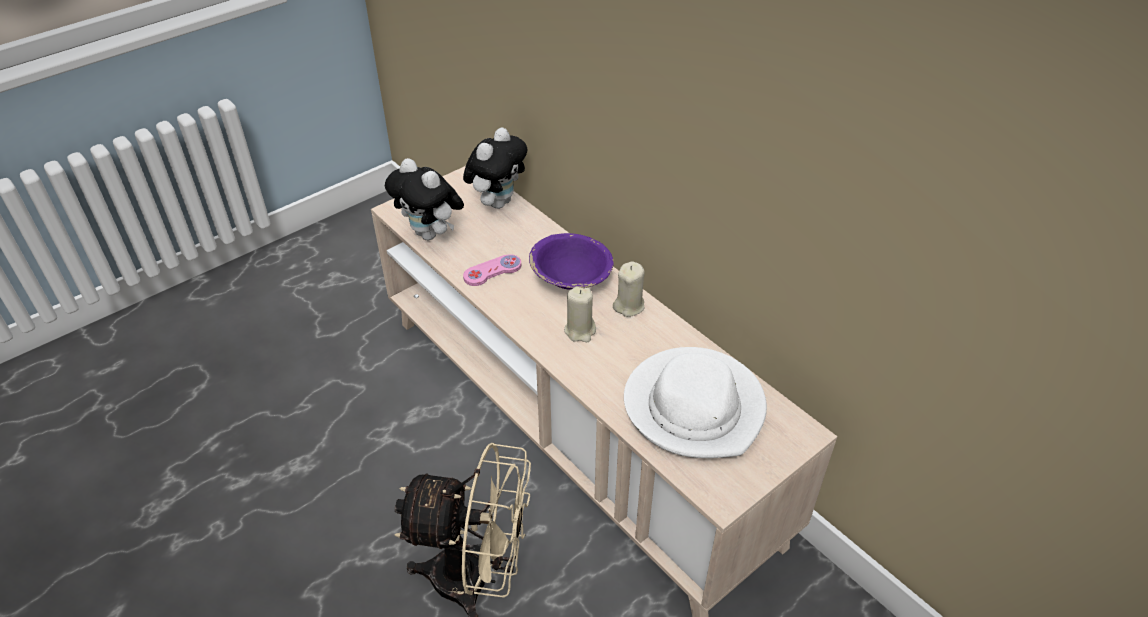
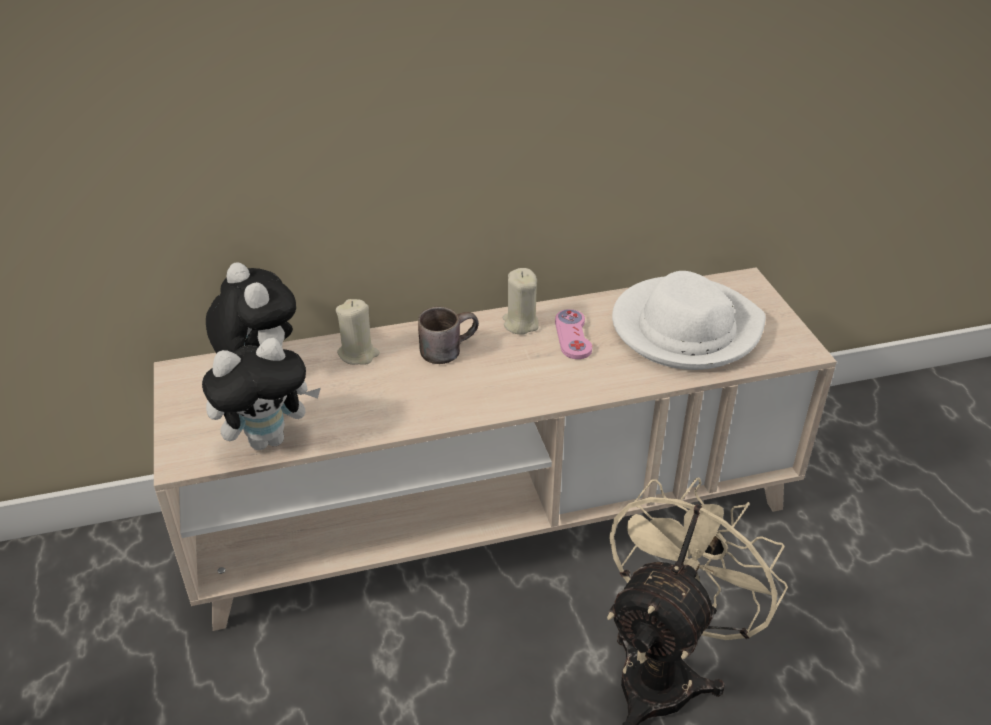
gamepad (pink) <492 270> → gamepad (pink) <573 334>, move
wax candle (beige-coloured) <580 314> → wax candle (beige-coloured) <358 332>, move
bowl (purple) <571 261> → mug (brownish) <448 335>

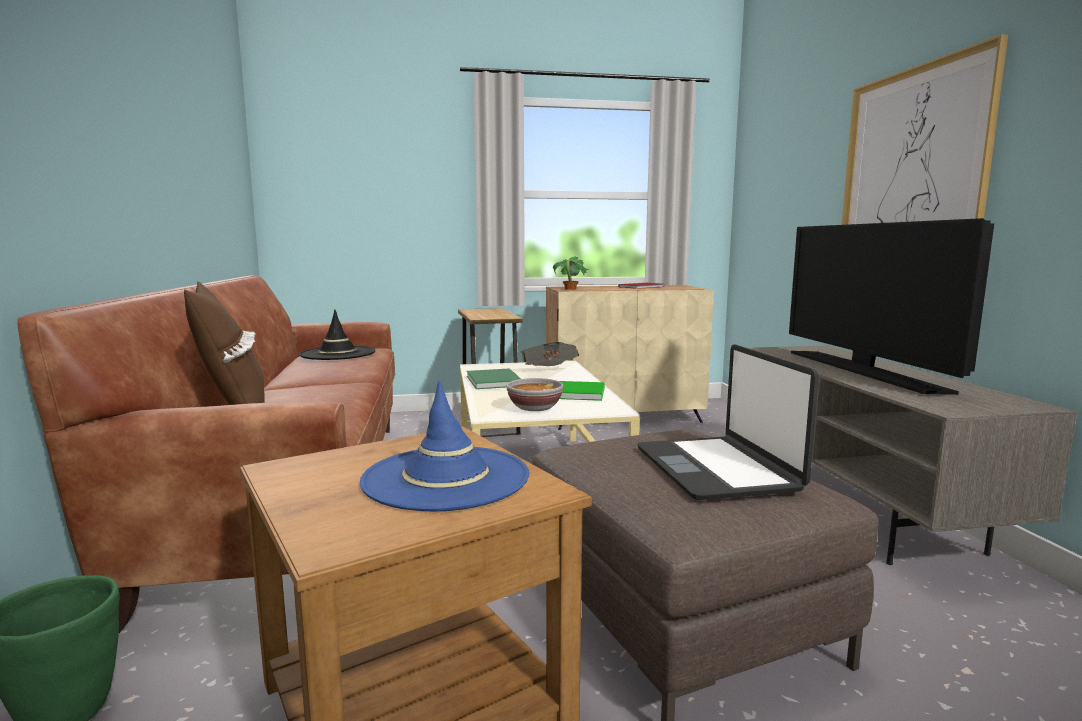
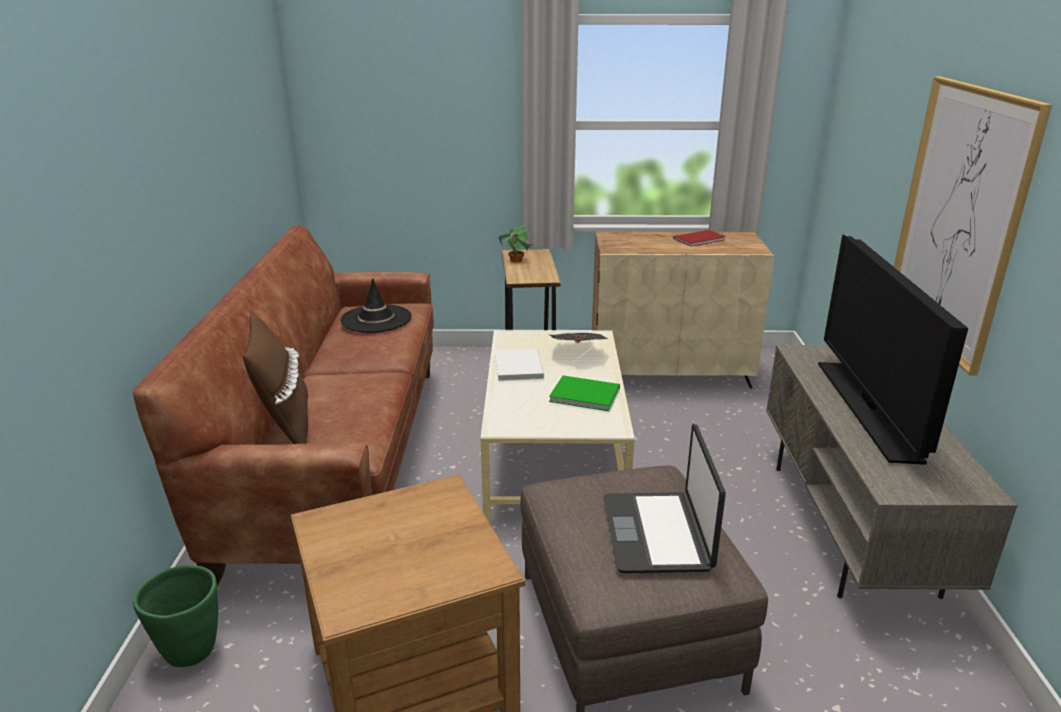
wearable hat (bluish) <444 445> → -
bowl <535 394> → -
plant in a pot <571 273> → plant in a pot <515 244>, move
volume (greenish) <494 378> → volume (white-coloured) <519 365>

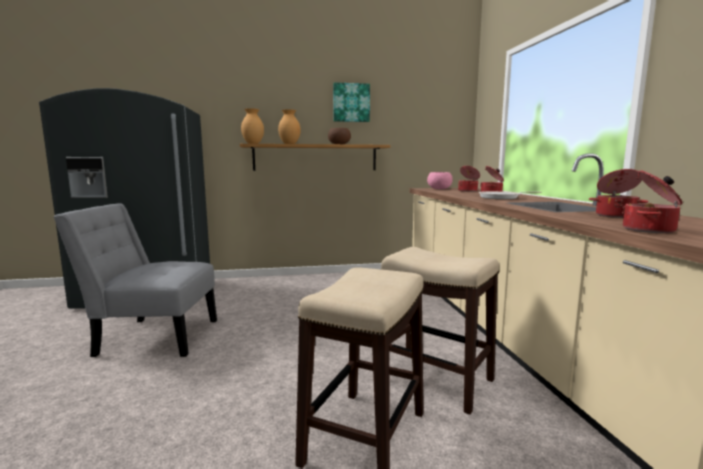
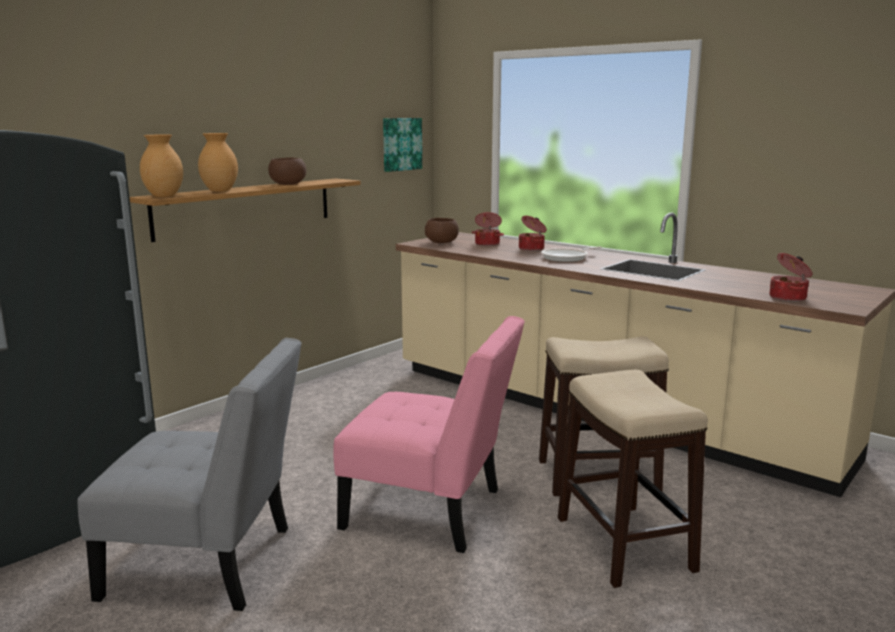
stockpot <619 193> → -
- → upright chair (pink) <429 434>
wall art <351 102> → wall art <402 145>, move
bowl (pink) <440 180> → bowl (brownish) <442 230>
upright chair (gray) <135 280> → upright chair (gray) <189 474>, 135 degrees counterclockwise

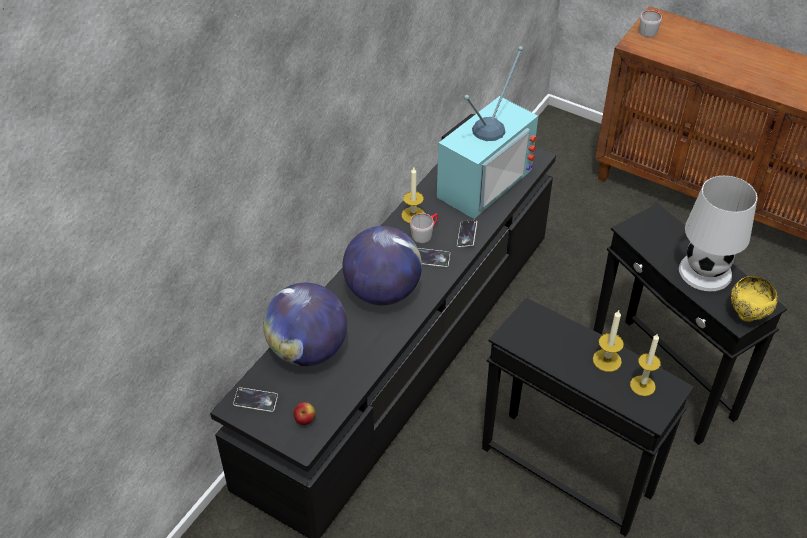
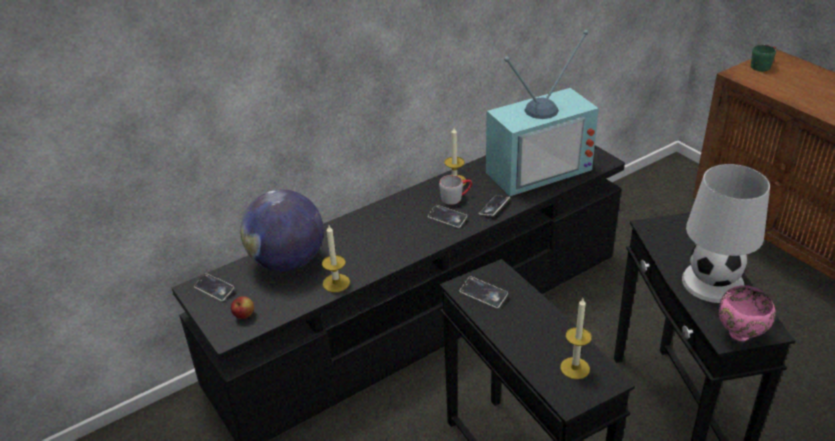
globe <382 265> → -
- → telephone <484 292>
wax candle <608 341> → wax candle <336 258>, move
mug (gray) <650 23> → mug (greenish) <763 58>
bowl (yellow-coloured) <754 299> → bowl (pink) <747 313>

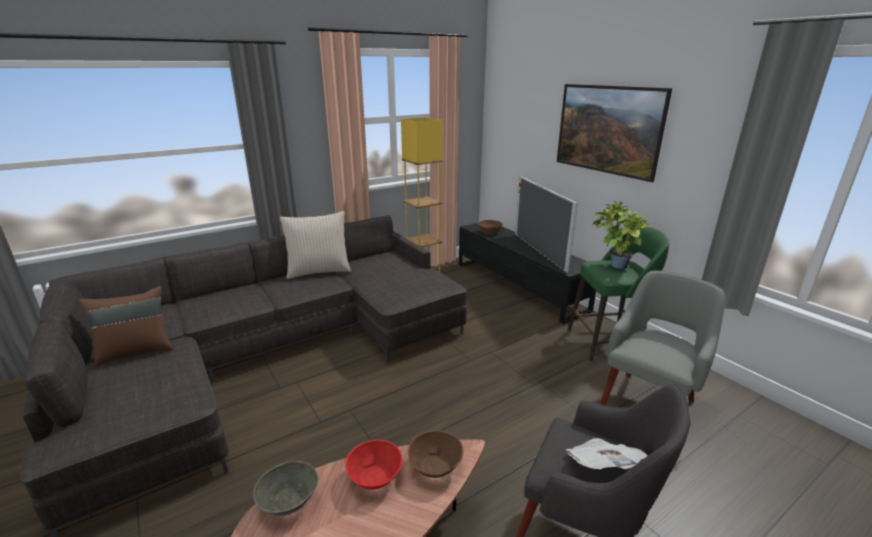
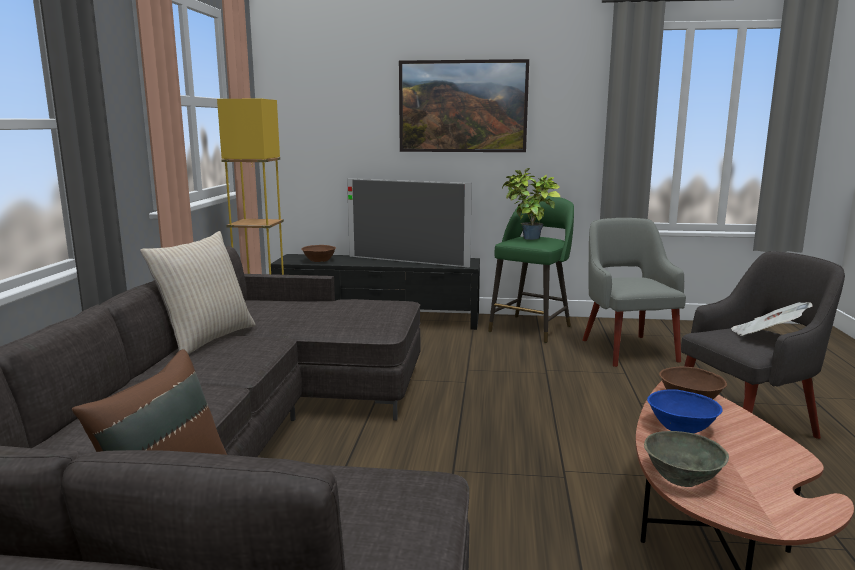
bowl (reddish) <374 465> → bowl (bluish) <685 411>

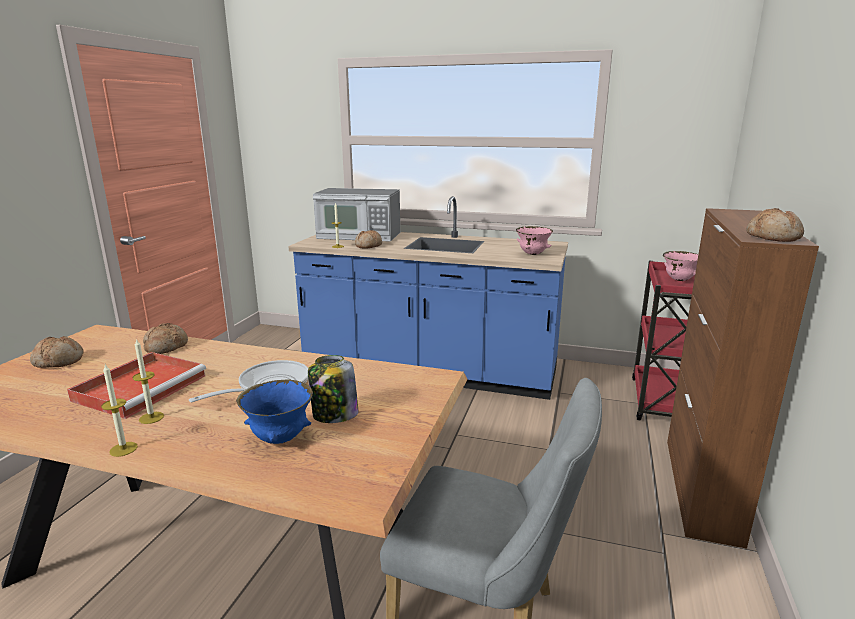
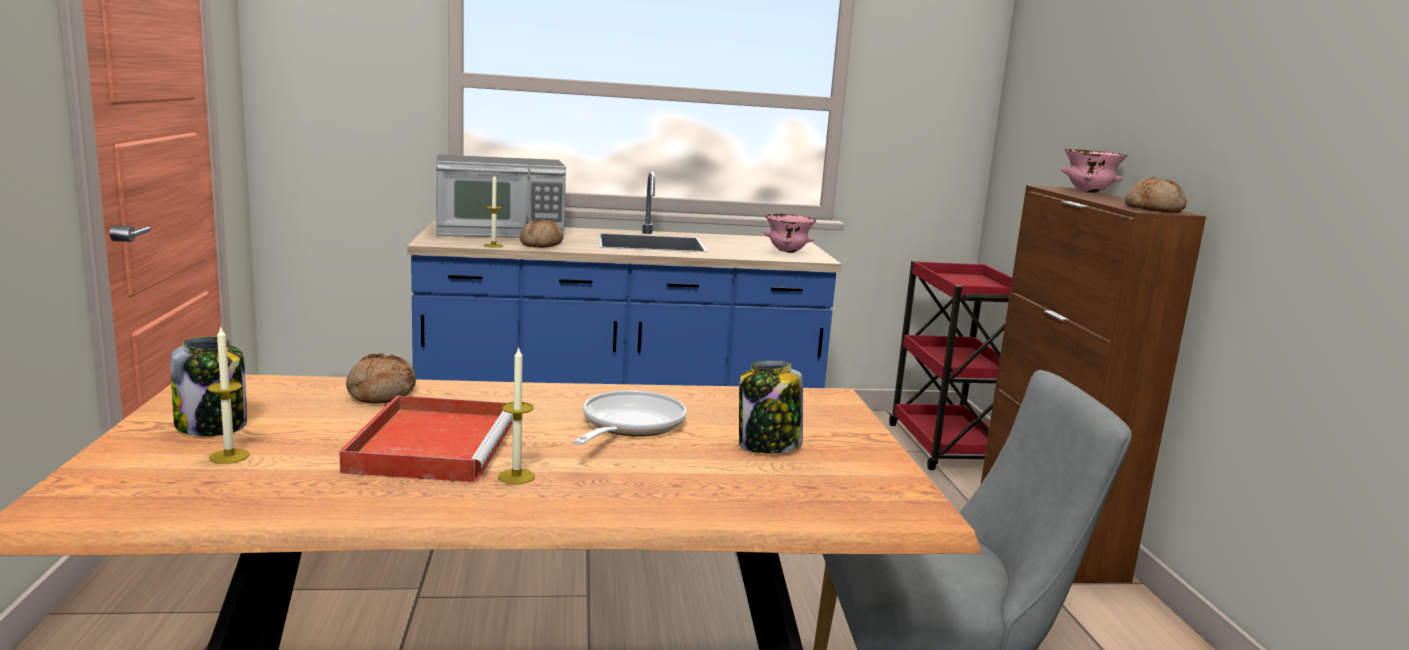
bowl (bluish) <274 411> → -
wax candle <119 410> → wax candle <228 395>, move
bowl (pink) <680 266> → bowl (pink) <1094 171>, move
baked bread <57 352> → storage jar <208 386>

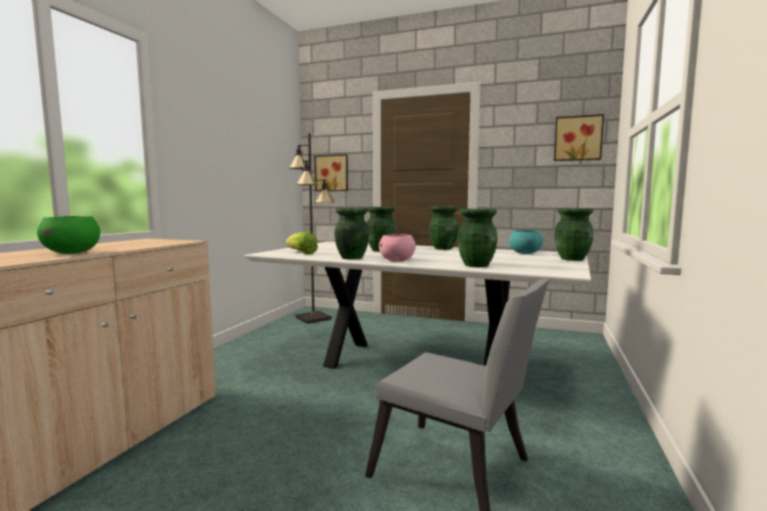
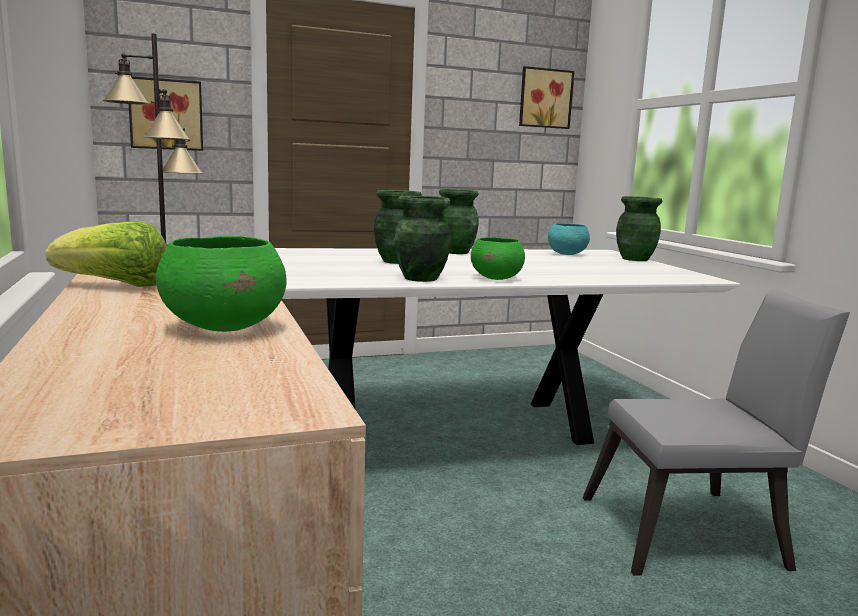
vase (greenish) <477 238> → -
lettuce <302 243> → lettuce <106 254>, move
bowl (pink) <397 248> → bowl (greenish) <498 258>

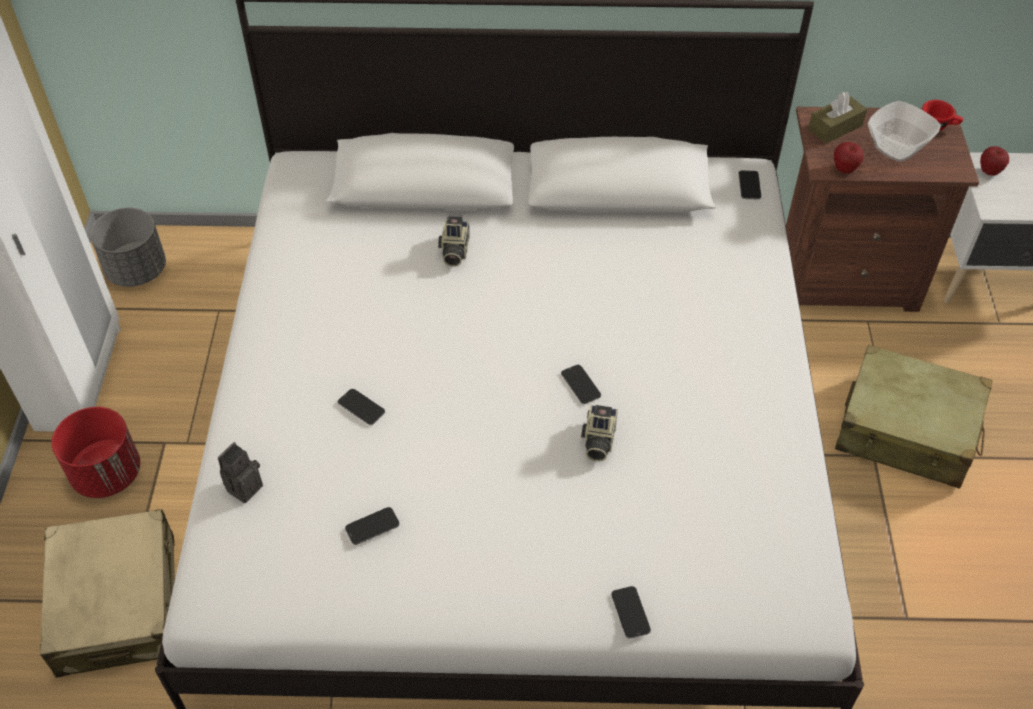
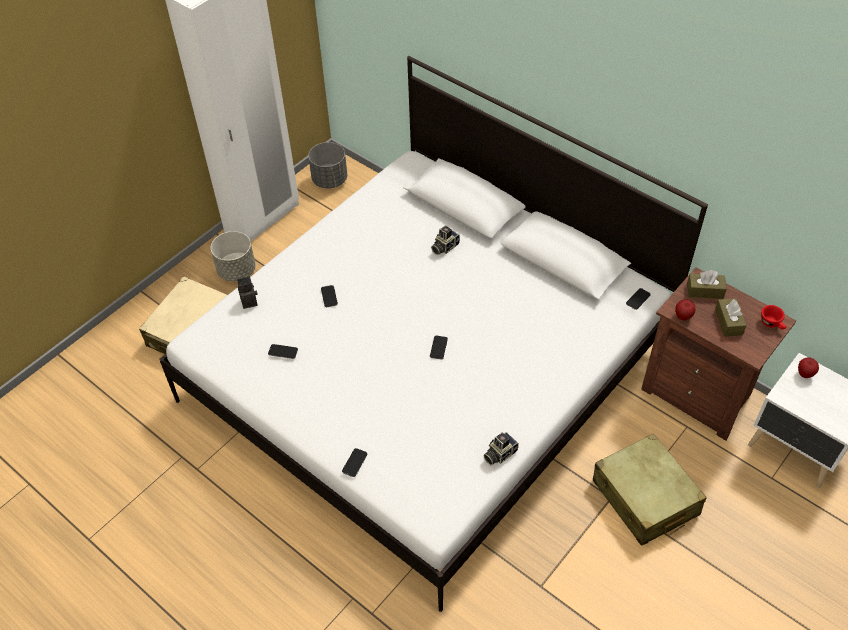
still camera <599 433> → still camera <501 448>, move
bowl <904 131> → tissue box (brownish) <730 317>
flower pot (reddish) <96 452> → flower pot (gray) <233 256>

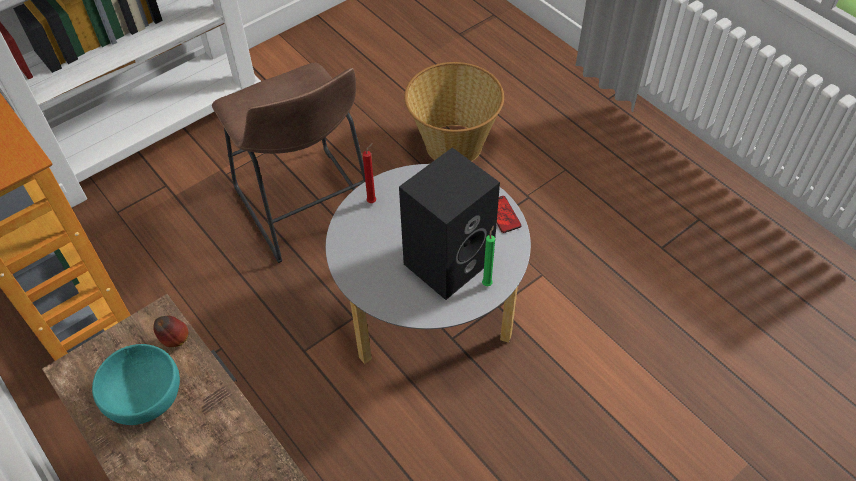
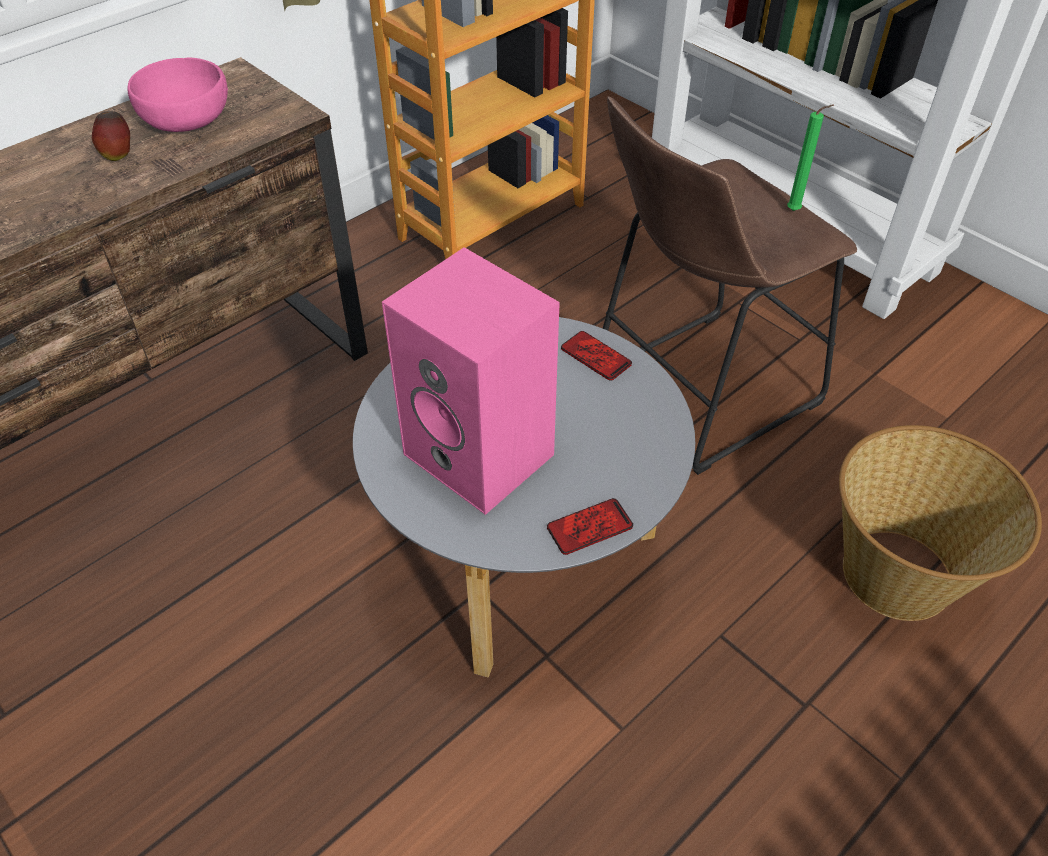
apple <170 331> → apple <111 136>, move
wax candle (greenish) <488 256> → wax candle (greenish) <810 157>, move
wax candle (reddish) <369 173> → telephone <596 356>
bowl (turquoise-coloured) <136 384> → bowl (pink) <177 94>
speaker (blackish) <449 223> → speaker (pink) <471 381>

